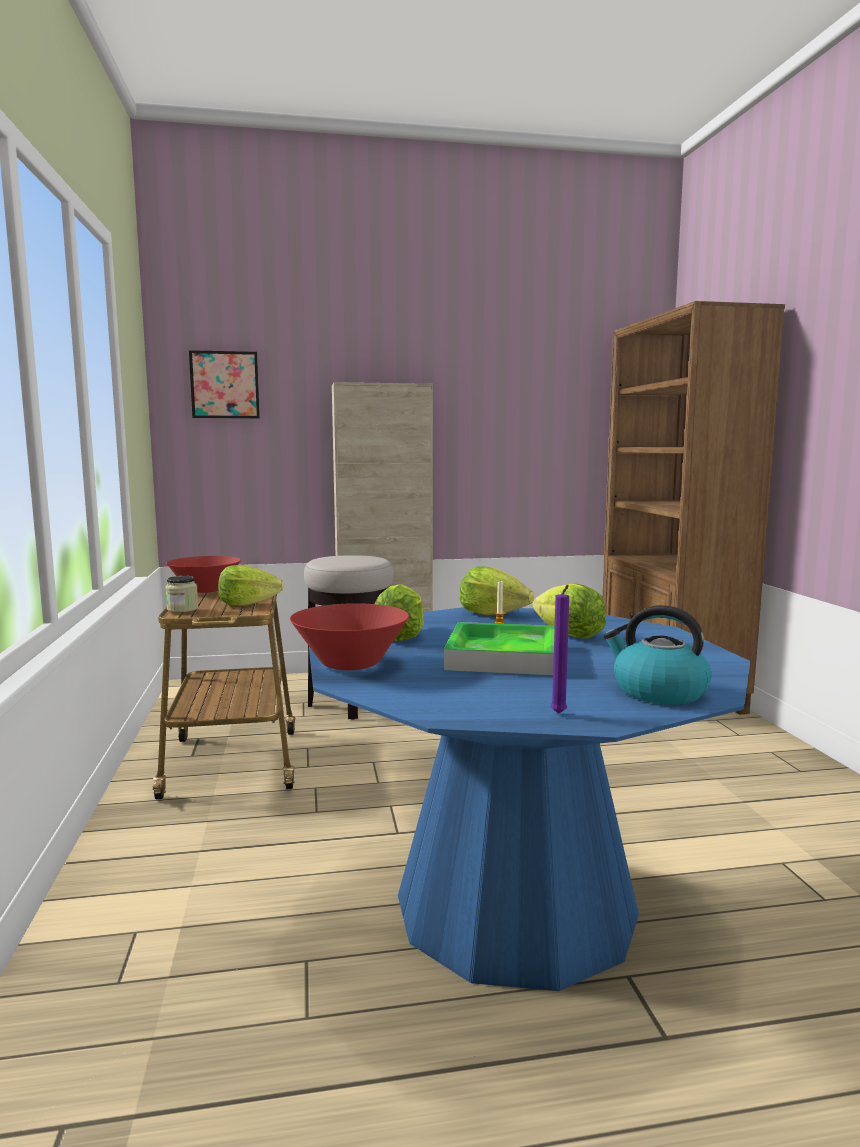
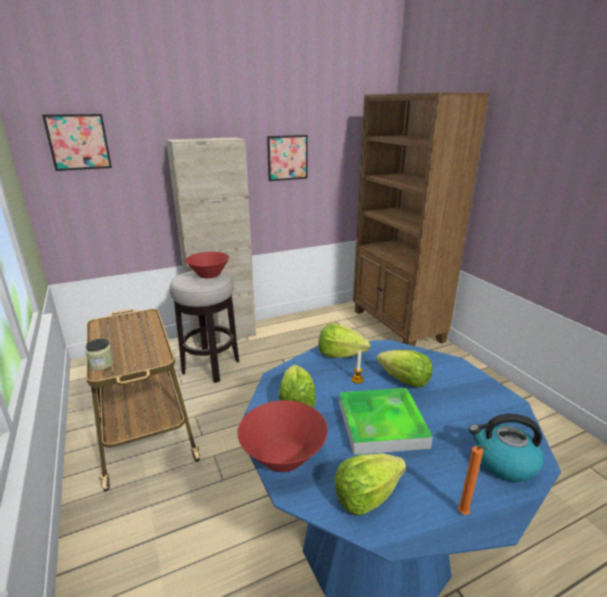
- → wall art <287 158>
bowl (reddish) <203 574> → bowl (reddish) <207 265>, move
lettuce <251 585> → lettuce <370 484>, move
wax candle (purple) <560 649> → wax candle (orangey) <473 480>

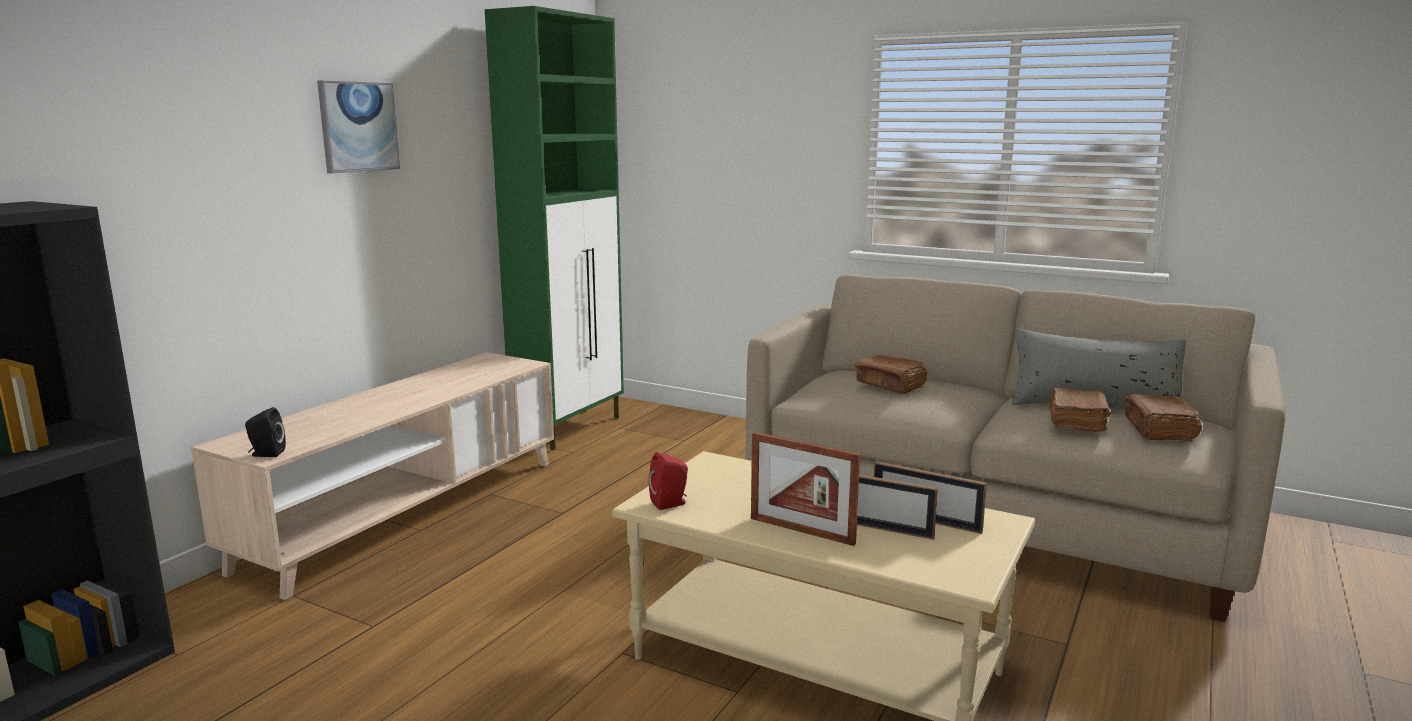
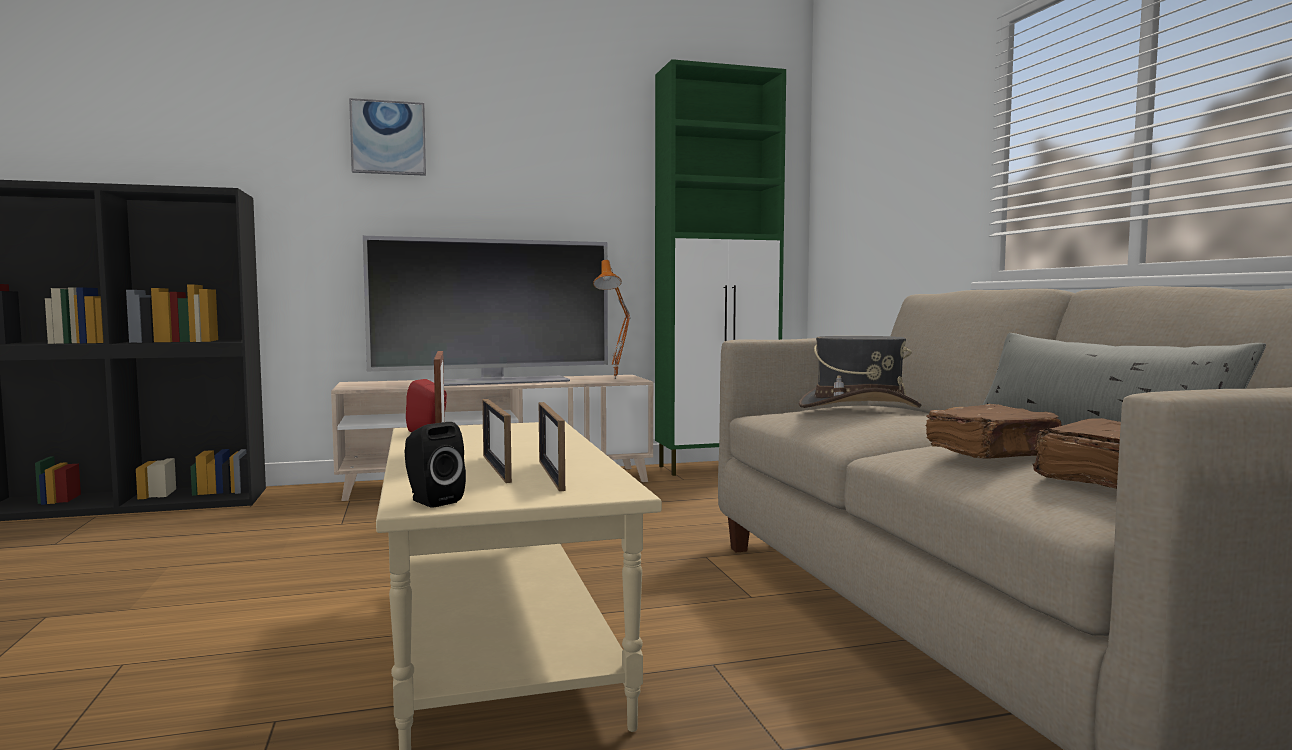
- → TV <485 311>
- → table lamp (orangey) <612 319>
speaker (blackish) <265 432> → speaker (blackish) <435 465>, move
wall art <358 126> → wall art <387 137>, move
volume (brownish) <891 374> → wearable hat (gray) <859 372>

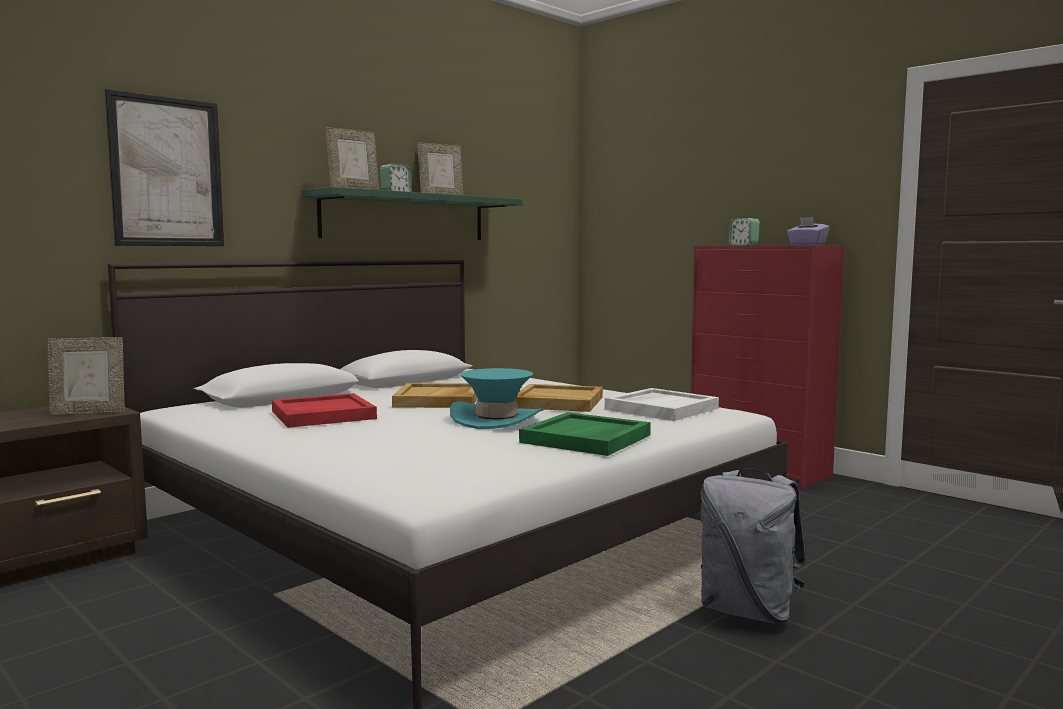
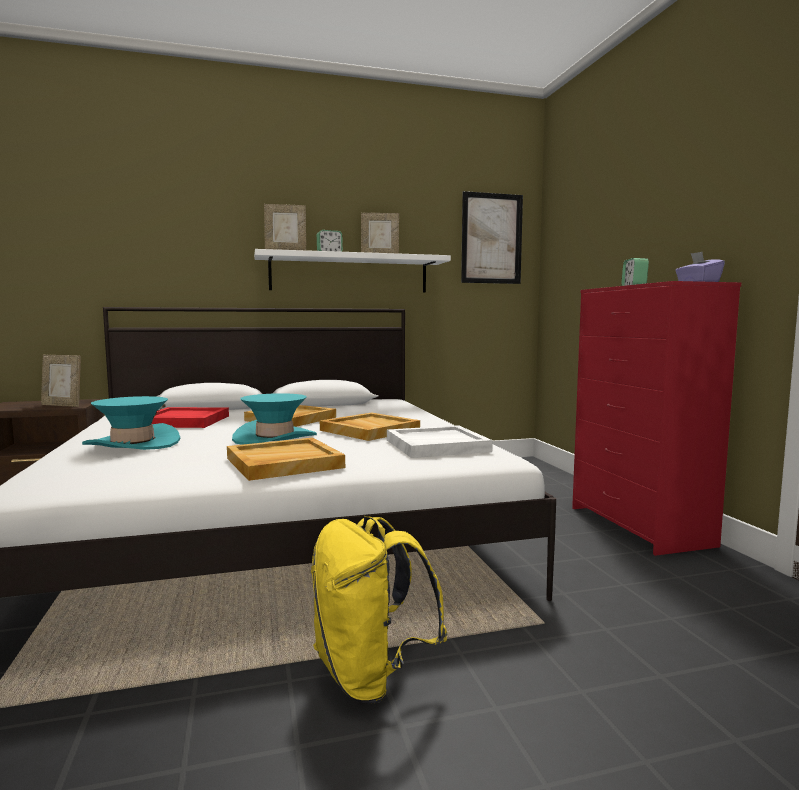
- → wearable hat (turquoise-coloured) <131 423>
wall art <164 167> → wall art <492 237>, move
wall shelf (greenish) <412 213> → wall shelf (white-coloured) <352 271>
serving tray (greenish) <585 434> → serving tray (beige-coloured) <286 459>
rucksack (gray) <754 546> → rucksack (yellow-coloured) <379 610>

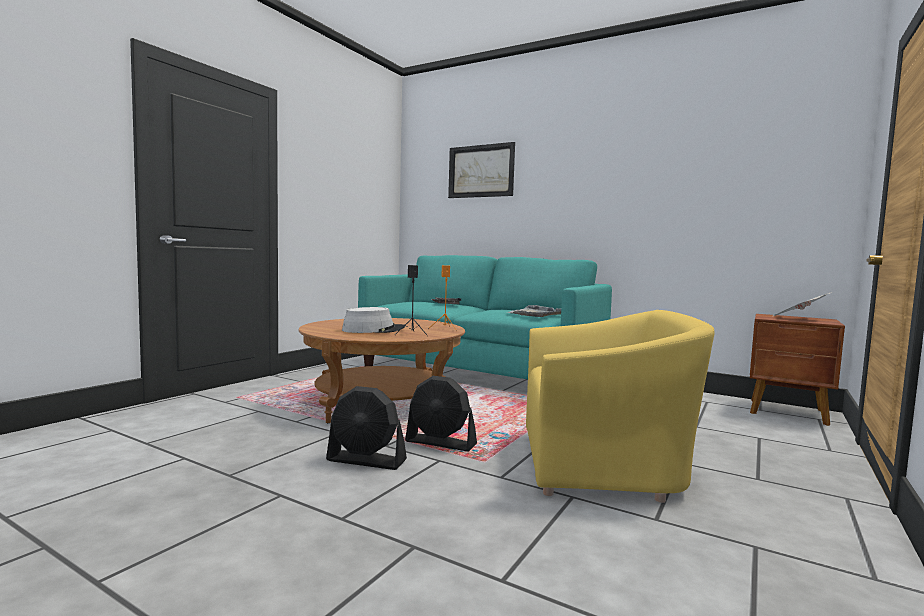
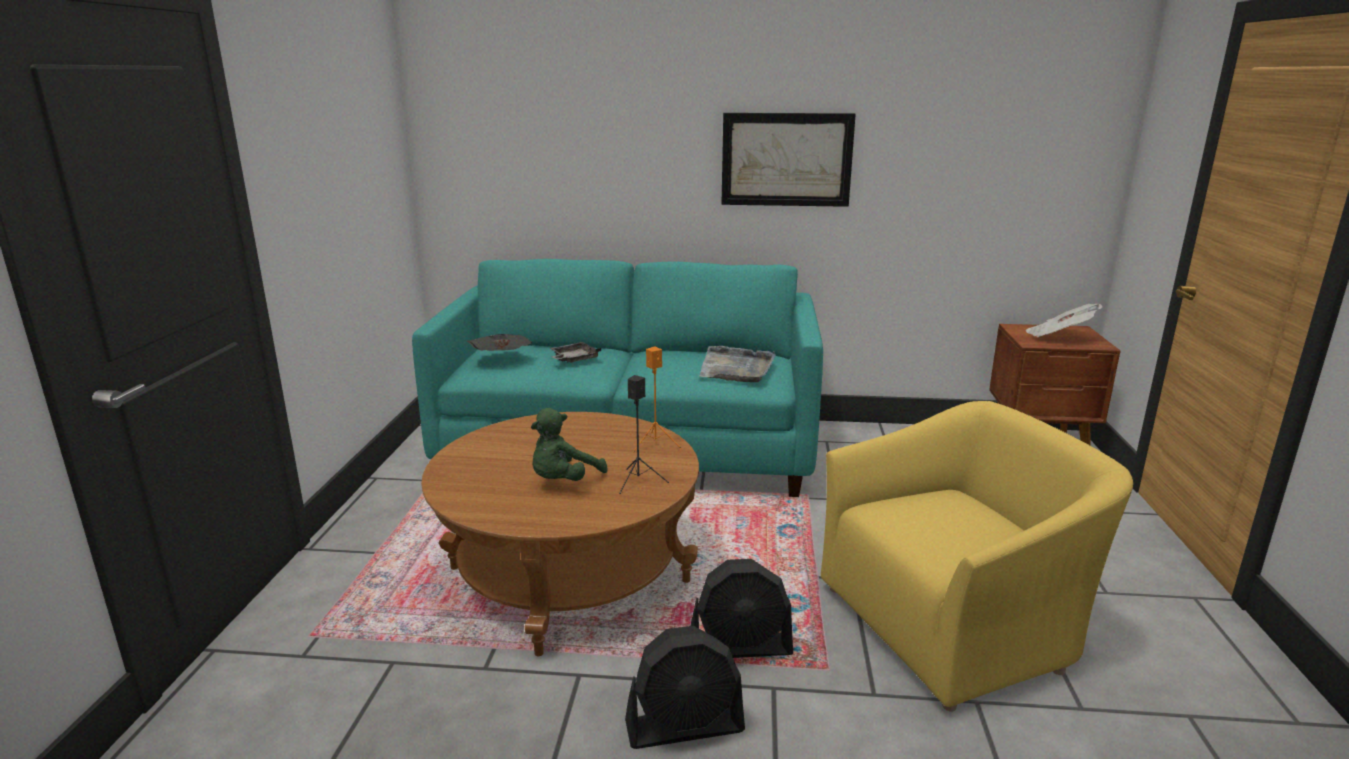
- → daily paper <499 342>
wall art <481 170> → wall art <788 160>, move
wearable hat (gray) <373 320> → plush toy (greenish) <569 444>

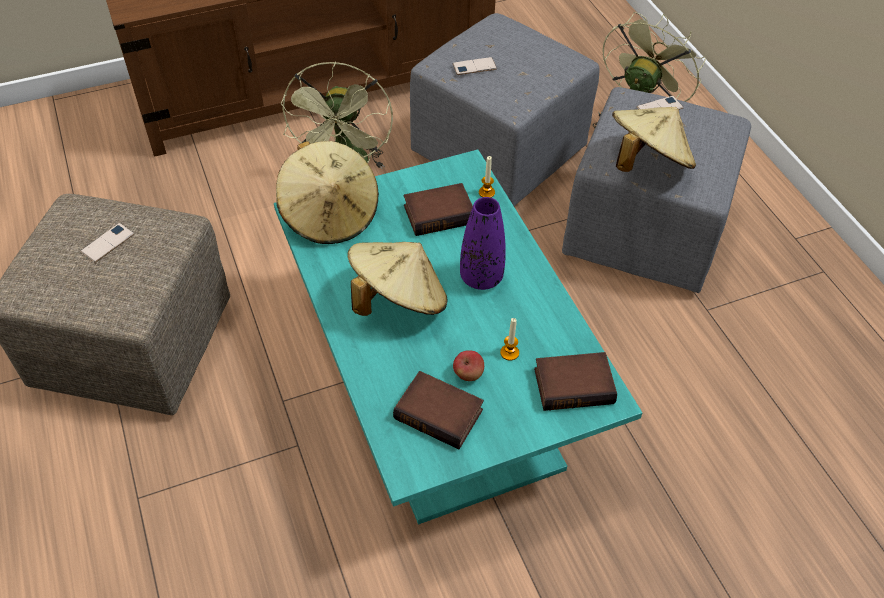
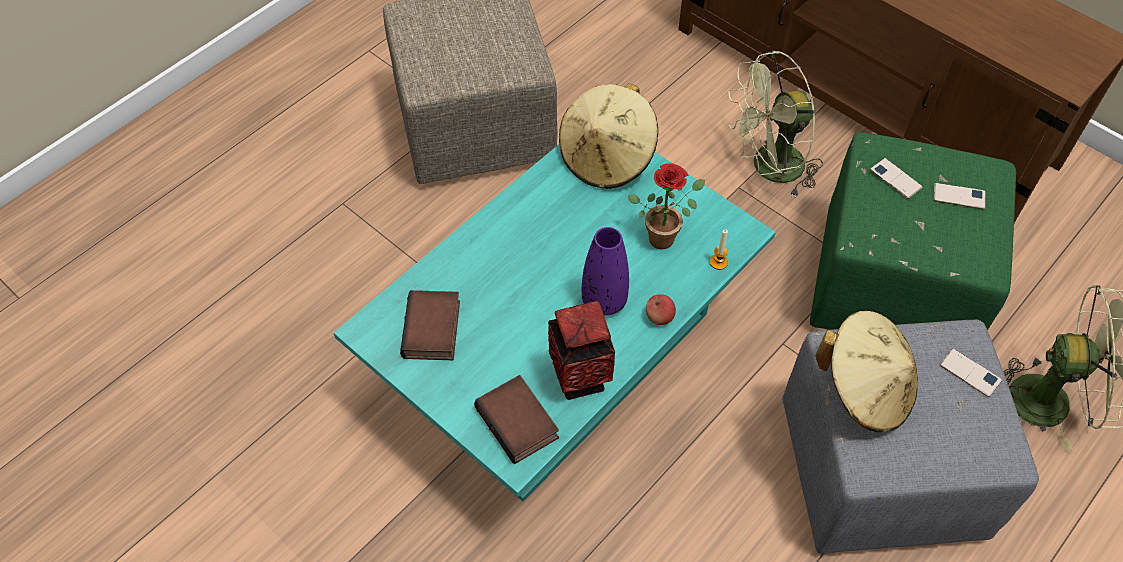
wearable hat (beige-coloured) <398 279> → -
wax candle <509 339> → -
- → vase <581 350>
telephone <107 242> → telephone <960 196>, move
apple <468 365> → apple <661 309>, move
volume <438 209> → plant in a pot <666 206>
ottoman (gray) <504 109> → ottoman (greenish) <913 231>

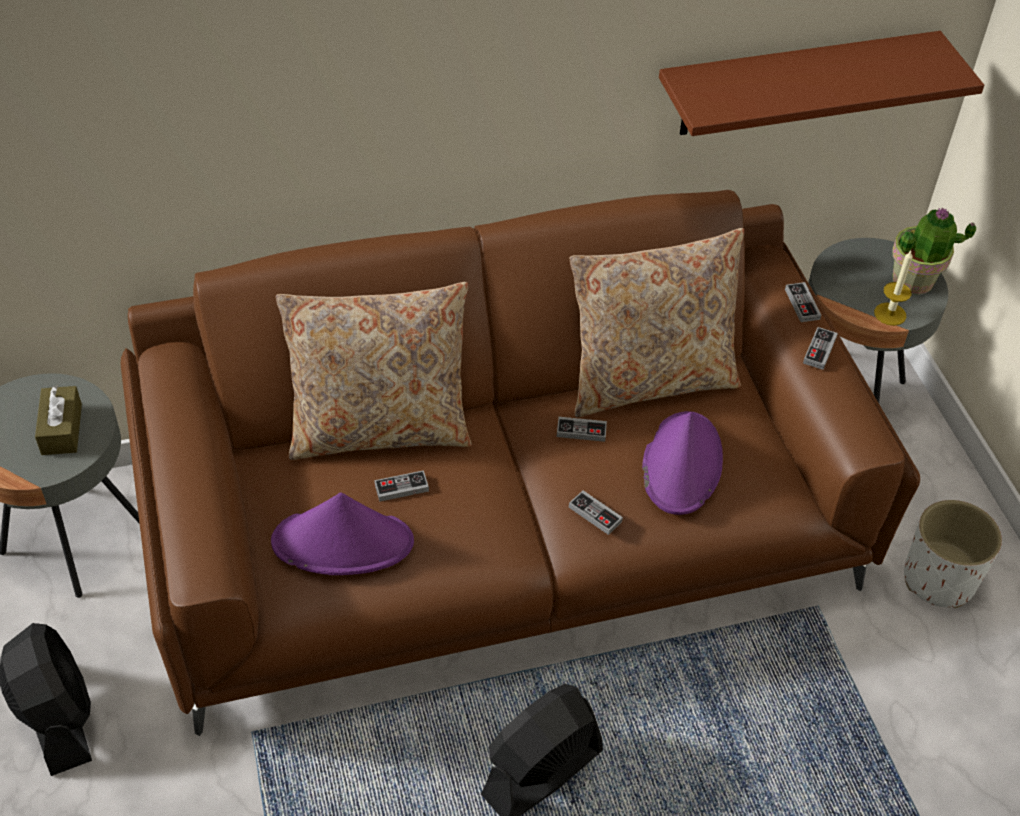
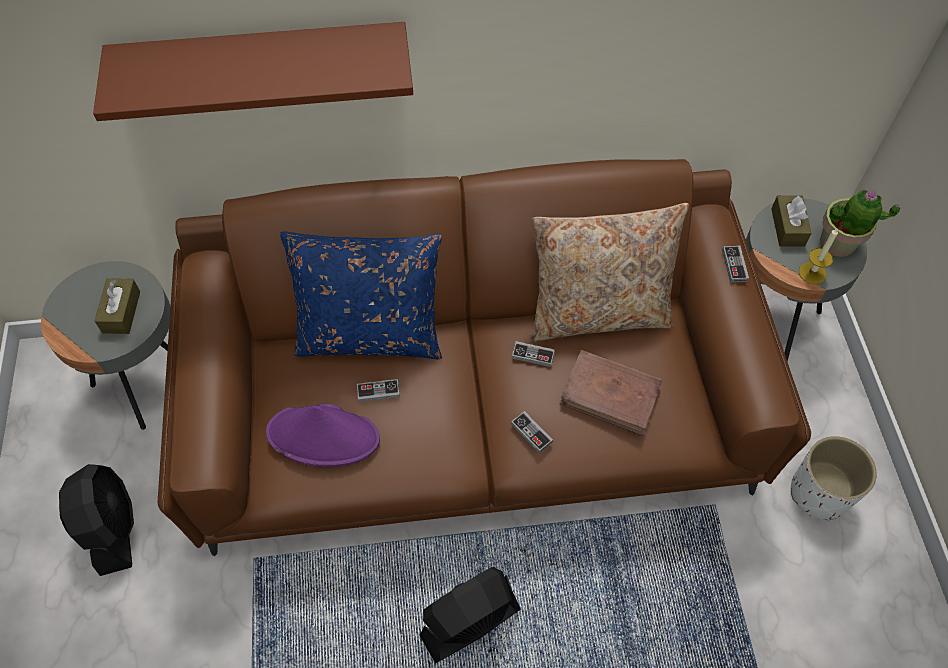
gamepad <820 348> → -
- → tissue box (brownish) <791 220>
wall shelf (brownish) <821 83> → wall shelf (brownish) <253 71>, move
wearable hat (purple) <682 463> → volume (brownish) <611 393>
throw pillow (beige-coloured) <374 371> → throw pillow (bluish) <361 295>

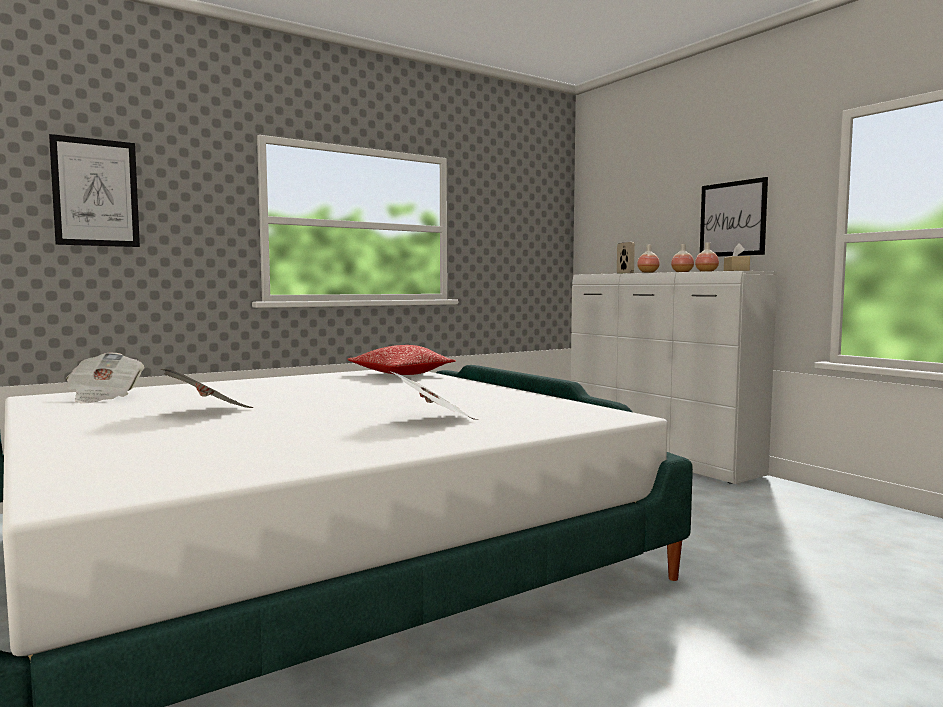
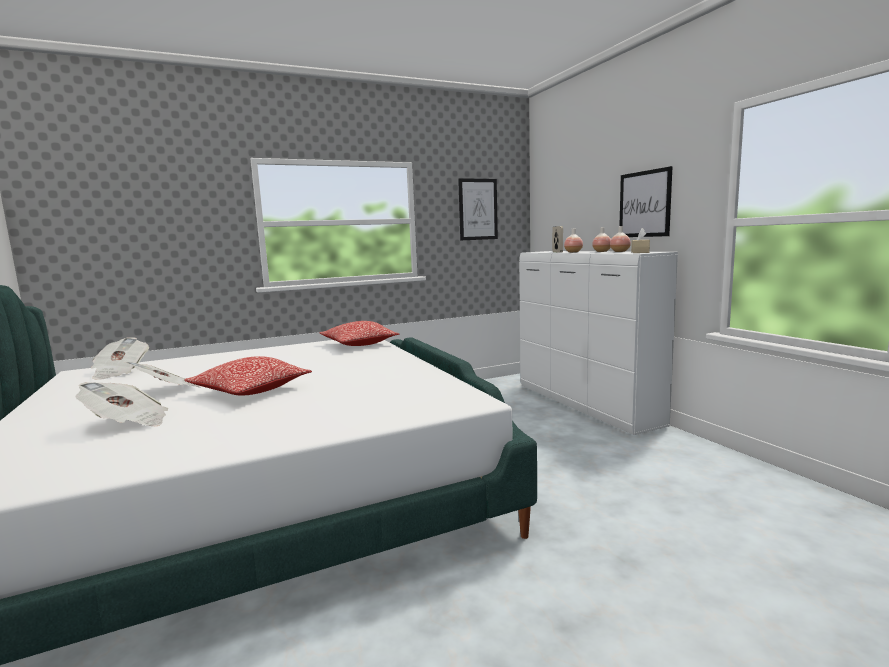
- → throw pillow <248 376>
wall art <94 190> → wall art <478 209>, move
daily paper <433 395> → daily paper <121 404>, move

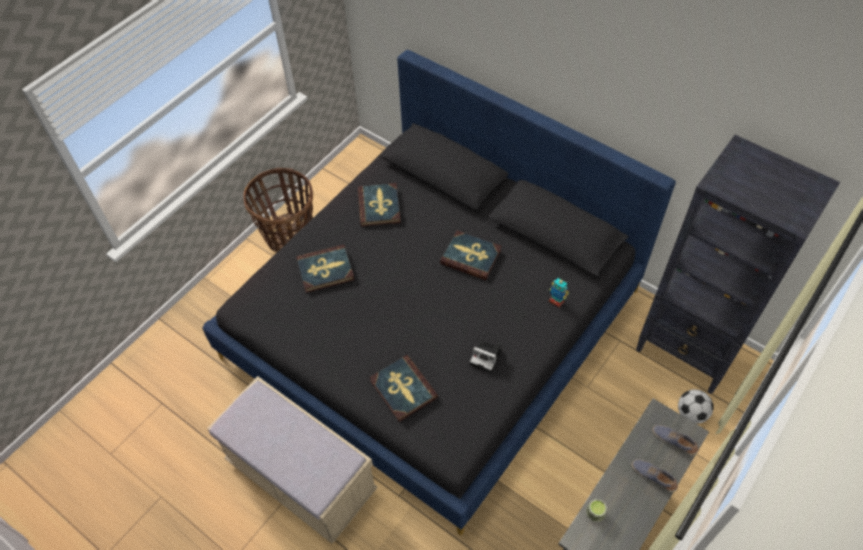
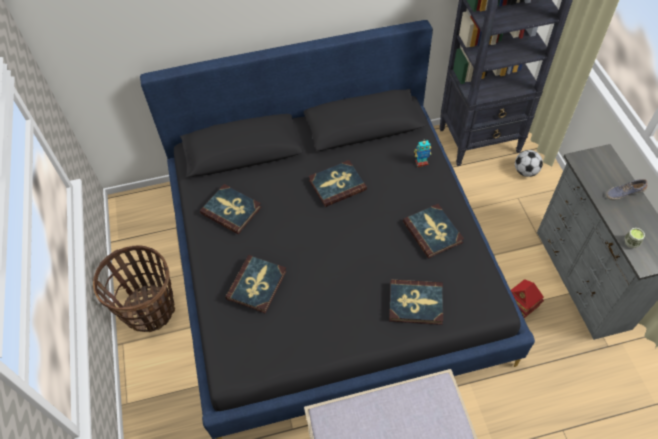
low shoe <675 440> → -
- → model house <527 298>
still camera <486 356> → volume <433 231>

